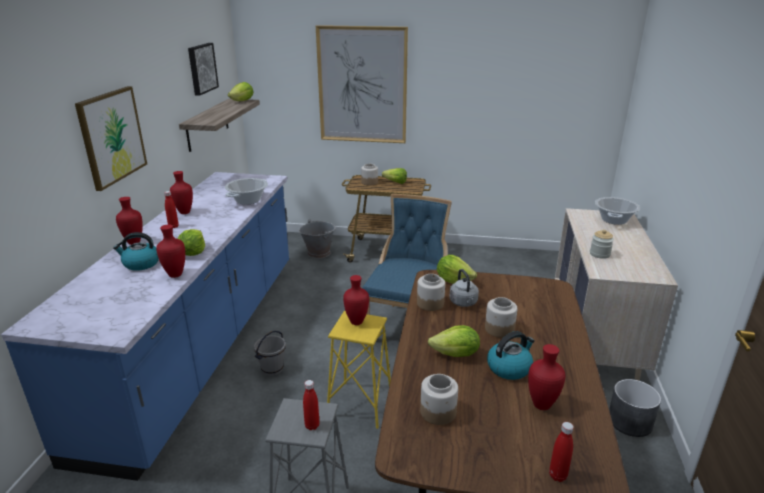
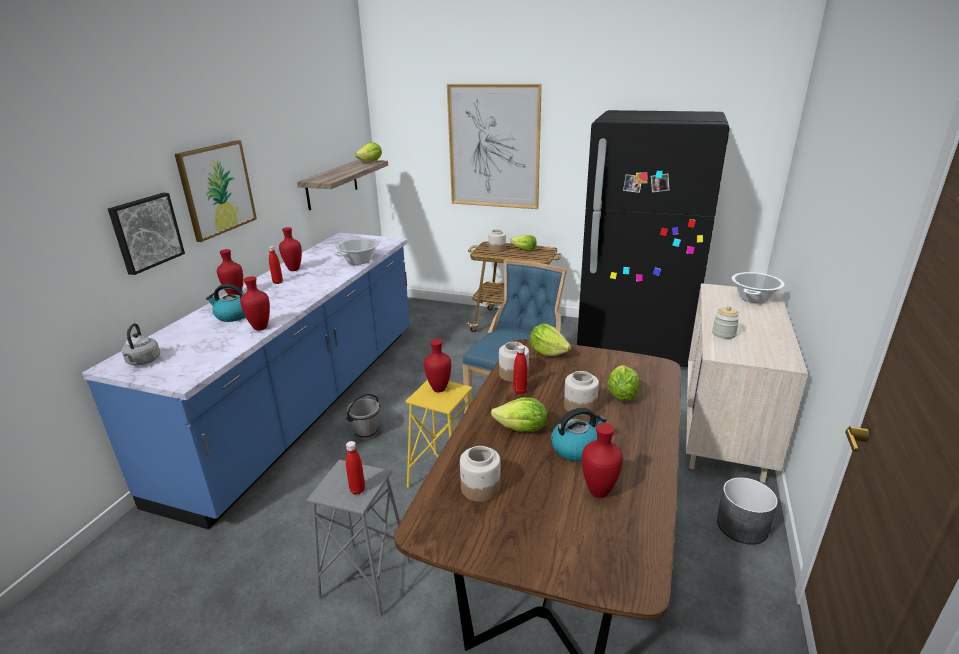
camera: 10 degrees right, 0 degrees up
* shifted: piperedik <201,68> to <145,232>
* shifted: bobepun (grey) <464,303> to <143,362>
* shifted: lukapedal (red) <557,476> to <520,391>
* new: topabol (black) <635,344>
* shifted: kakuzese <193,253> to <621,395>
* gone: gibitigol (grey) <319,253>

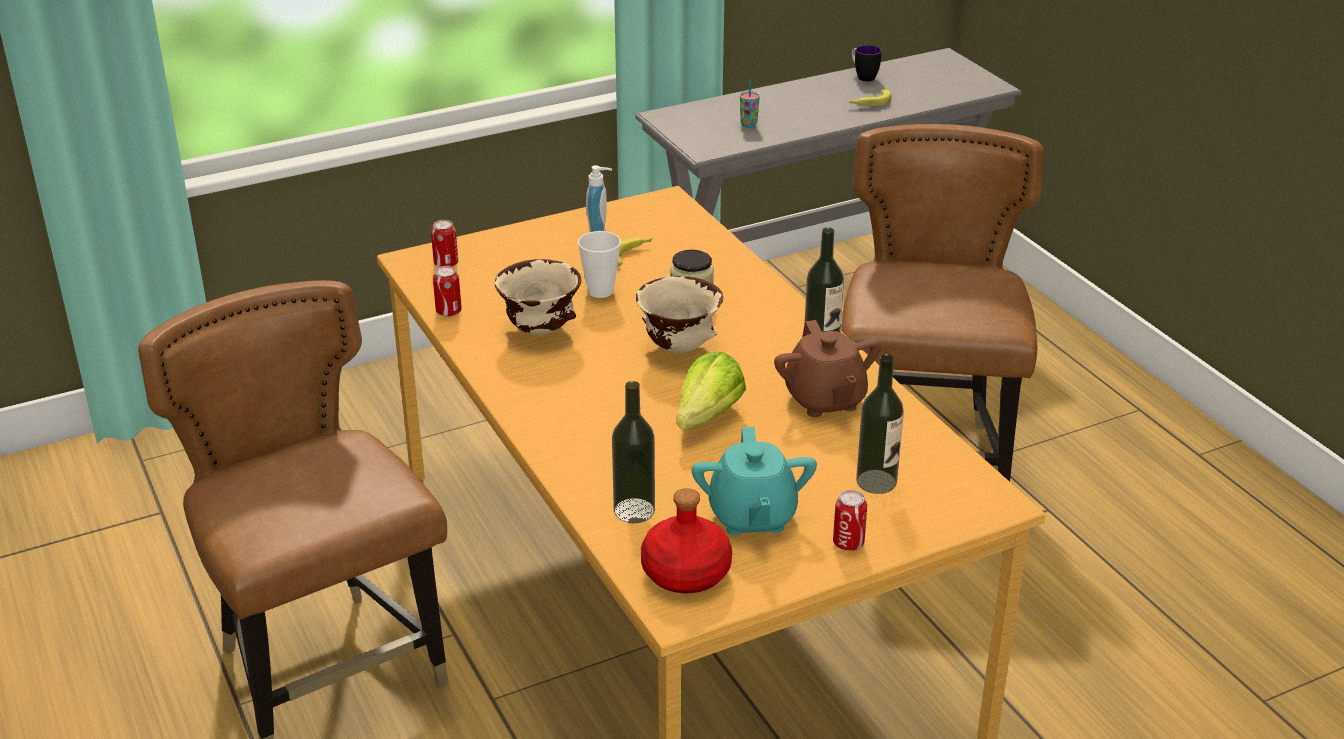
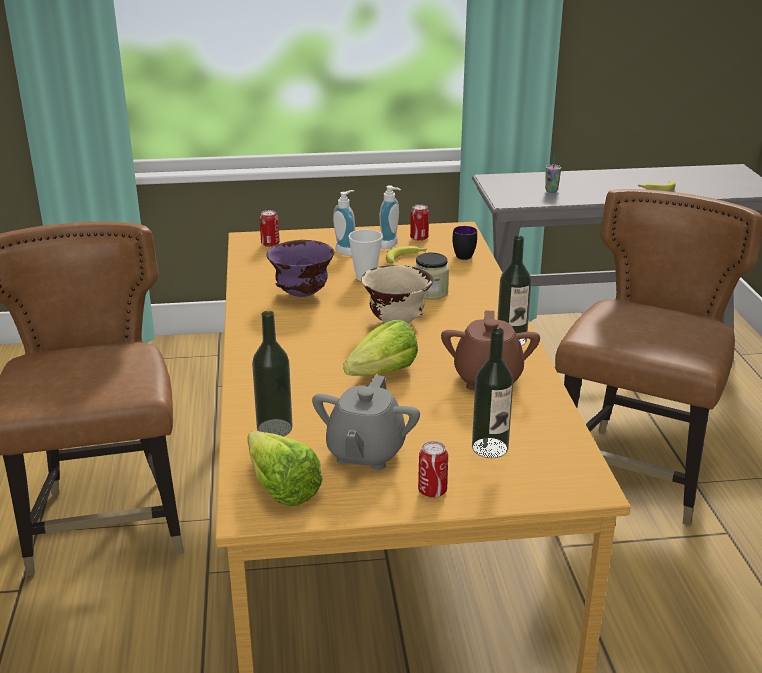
camera: 20 degrees right, 5 degrees down
* swapped: lukapedal (red) <686,573> to kakuzese <279,484>
* repainted: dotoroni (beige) <539,330> to dotoroni (purple) <301,294>
* repainted: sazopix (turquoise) <752,517> to sazopix (grey) <365,453>
* new: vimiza <347,251>
* shifted: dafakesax <448,311> to <419,238>
* shifted: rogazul <863,76> to <462,255>

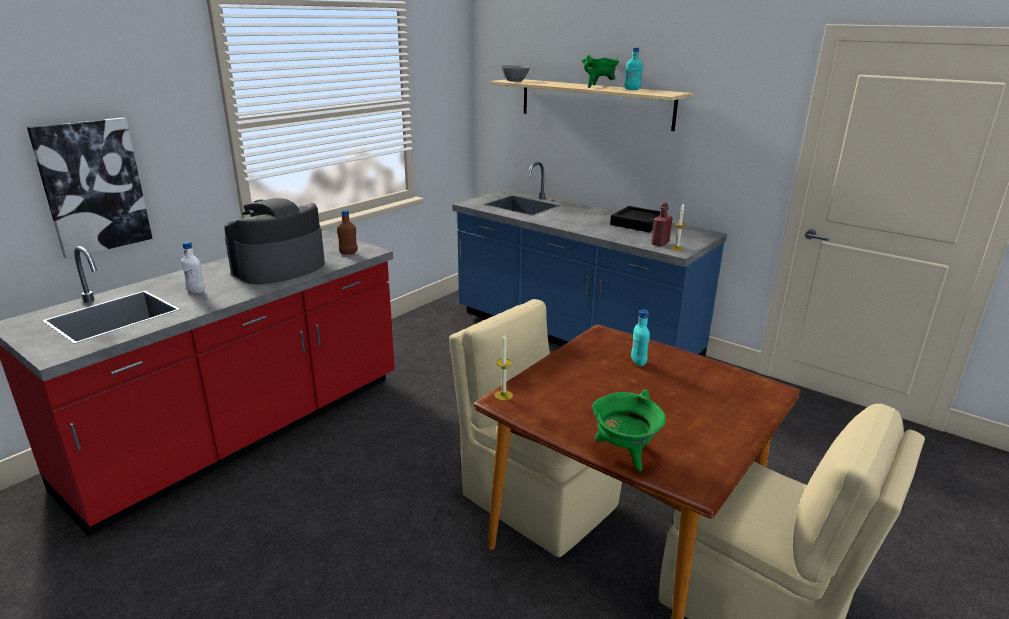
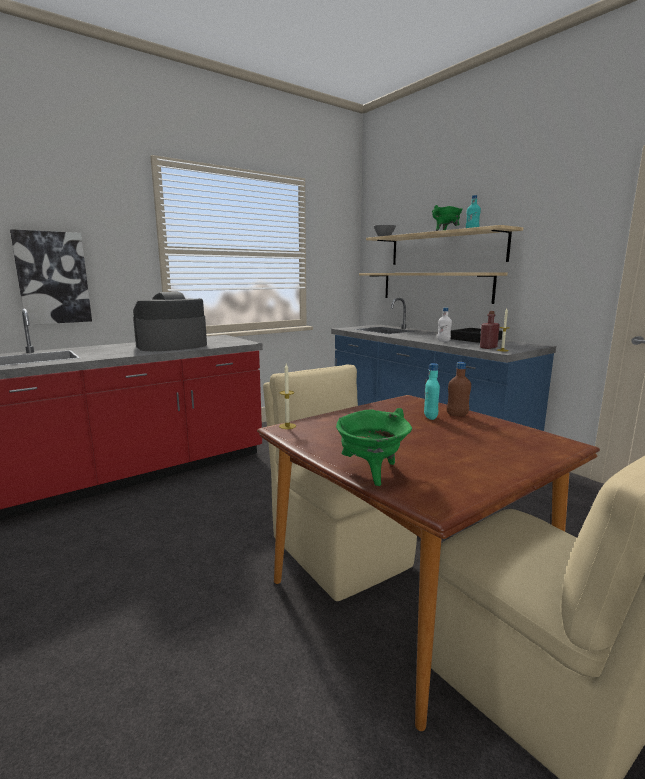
camera: 15 degrees right, 10 degrees down
* new: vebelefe <434,286>
* shifted: lukapedal (white) <196,291> to <443,341>
* shifted: lukapedal (brown) <348,253> to <457,415>

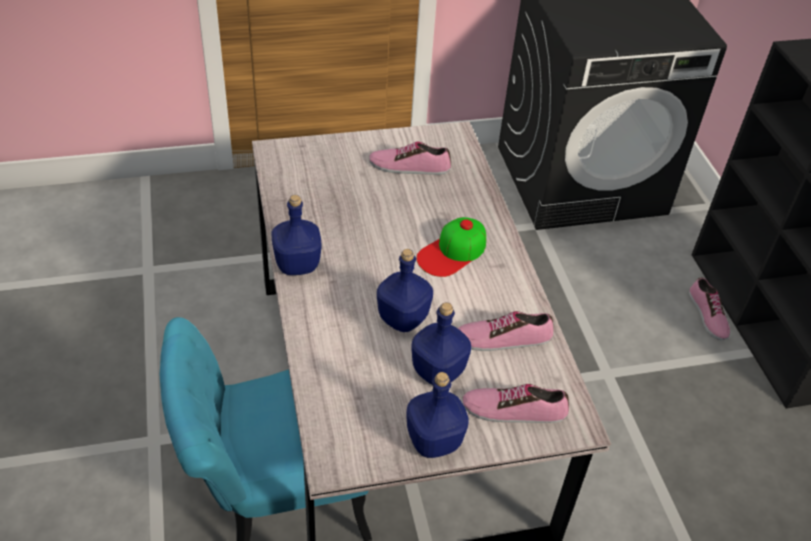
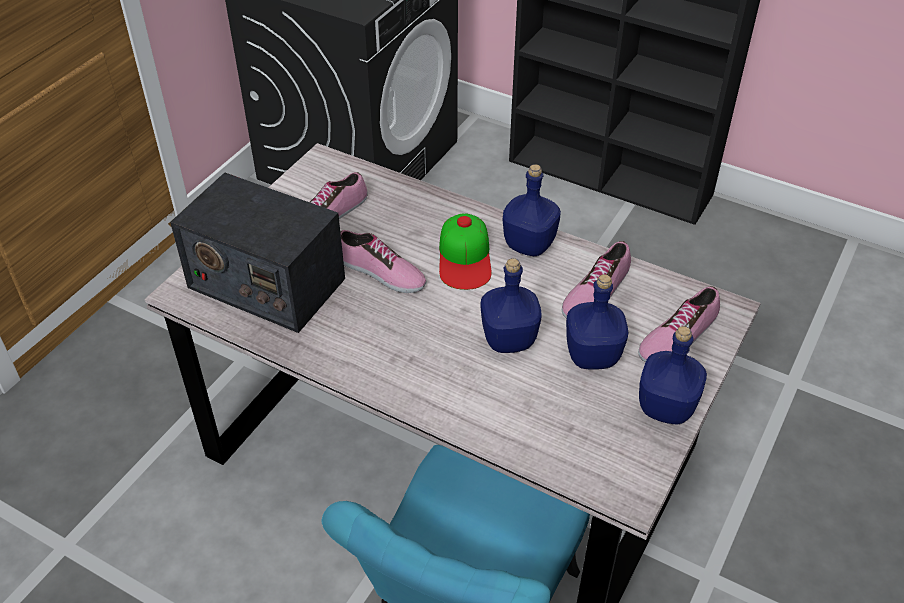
camera: 45 degrees left, 0 degrees up
* new: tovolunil <265,283>
* shifted: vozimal <707,315> to <379,272>
* shifted: lukapedal (blue) <297,265> to <530,245>

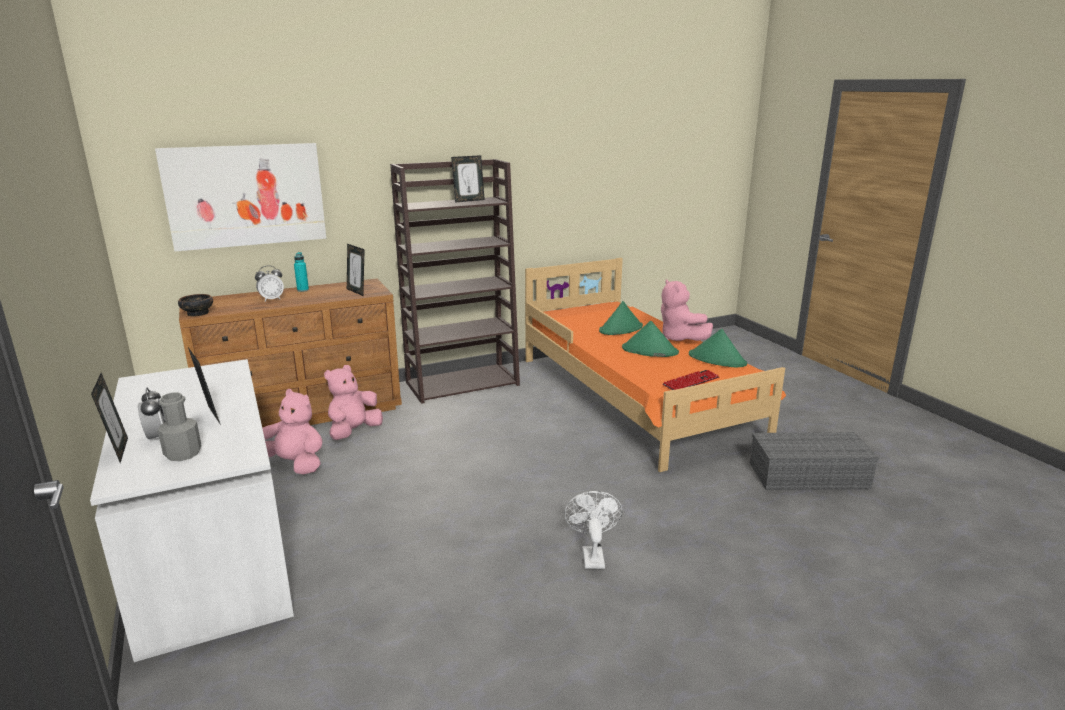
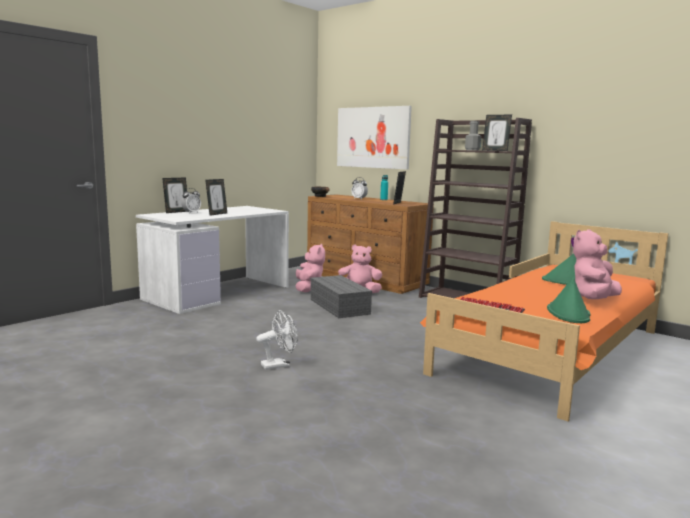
camera: 65 degrees right, 10 degrees down
* shifted: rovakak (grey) <809,475> to <340,306>
* shifted: lukapedal (grey) <183,453> to <472,150>
* gone: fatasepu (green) <649,350>

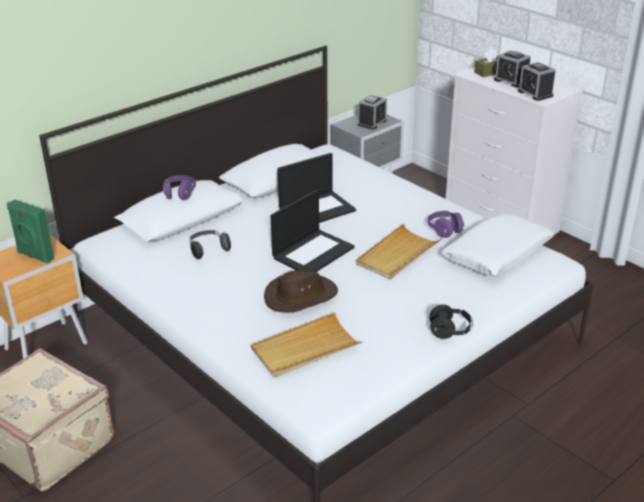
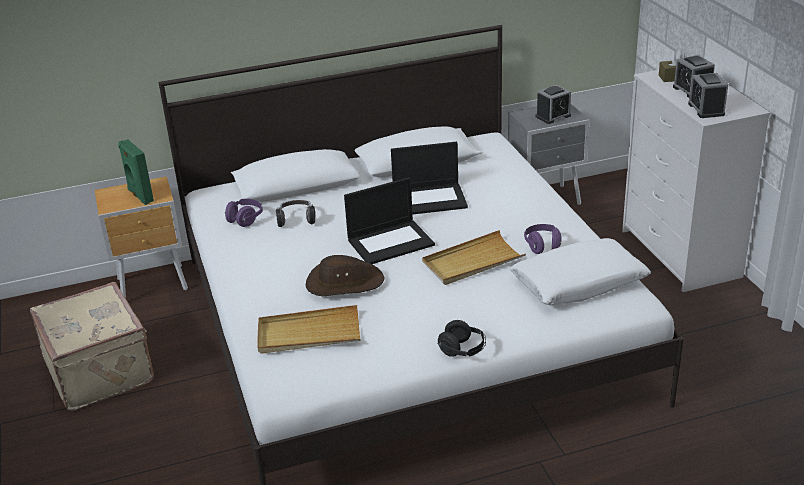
camera: 25 degrees right, 0 degrees up
* shifted: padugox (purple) <179,194> to <245,219>

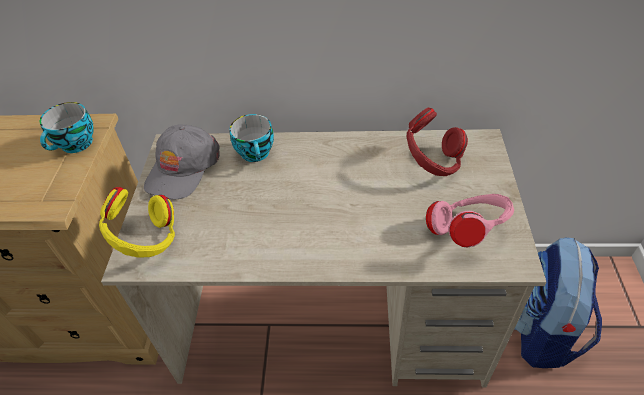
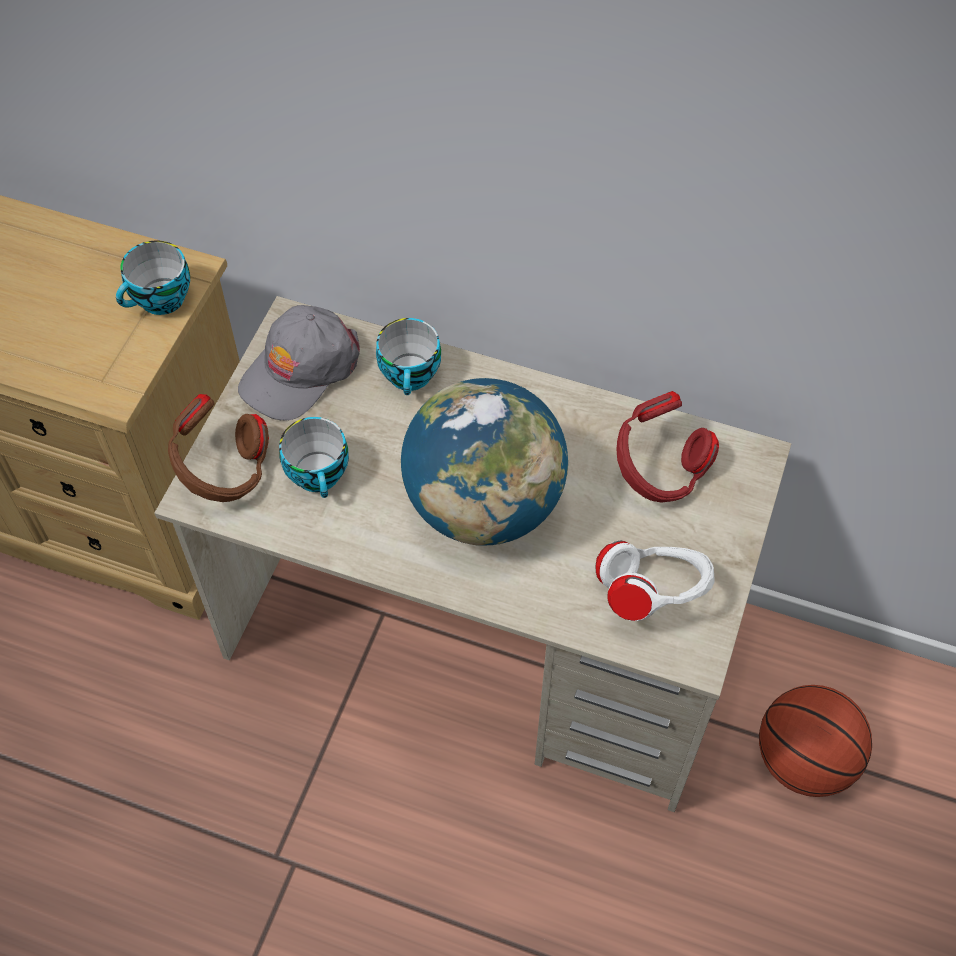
camera: 15 degrees right, 10 degrees up
* repainted: padugox (yellow) <146,240> to padugox (brown) <223,472>
* new: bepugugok <320,475>
* new: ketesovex <484,504>
* repainted: padugox (pink) <467,232> to padugox (white) <652,594>
* swapped: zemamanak <541,331> to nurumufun <804,759>

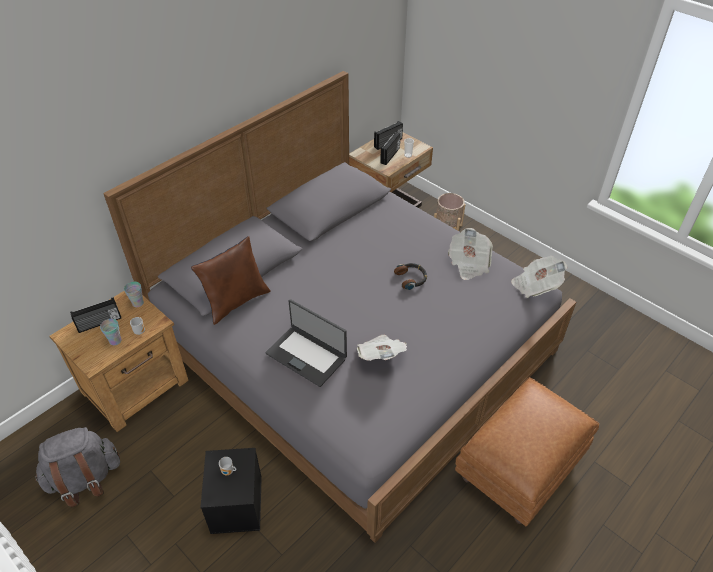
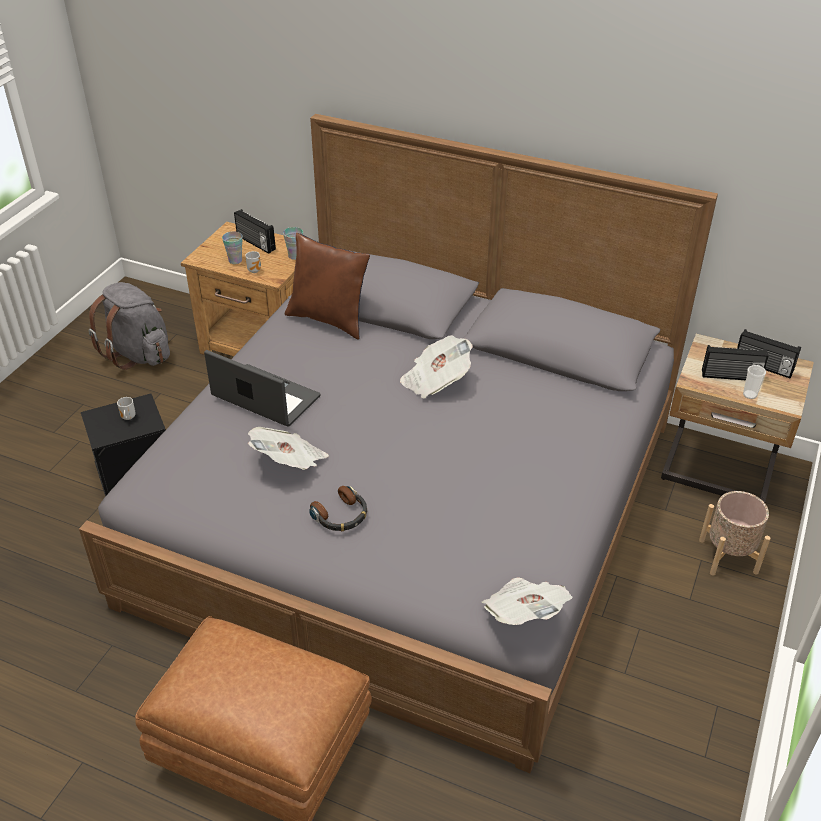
camera: 70 degrees right, 5 degrees down
* rotated: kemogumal <307,355> = <265,397> 105 degrees clockwise
* shifted: padugox <411,278> to <341,516>
* shifted: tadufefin <468,263> to <435,381>

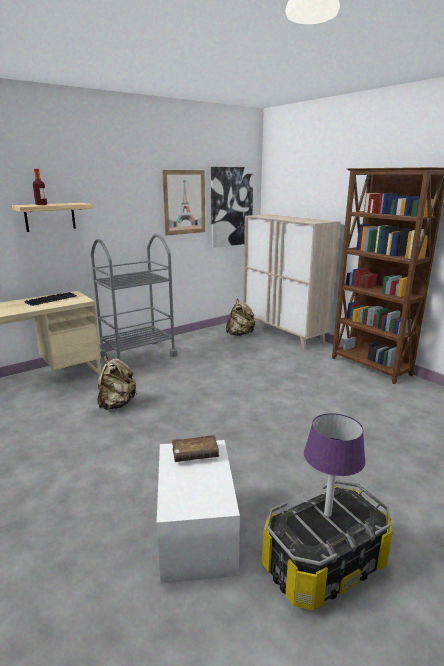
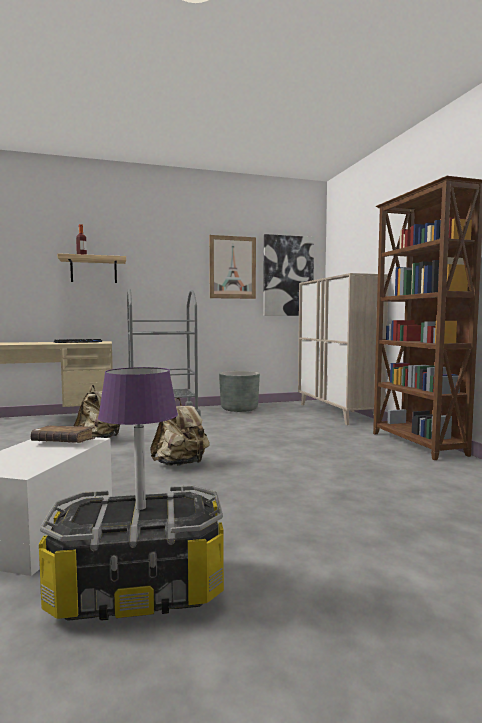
camera: 20 degrees right, 15 degrees down
* shifted: zemamanak (beige) <240,334> to <181,464>
* new: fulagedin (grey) <239,409>

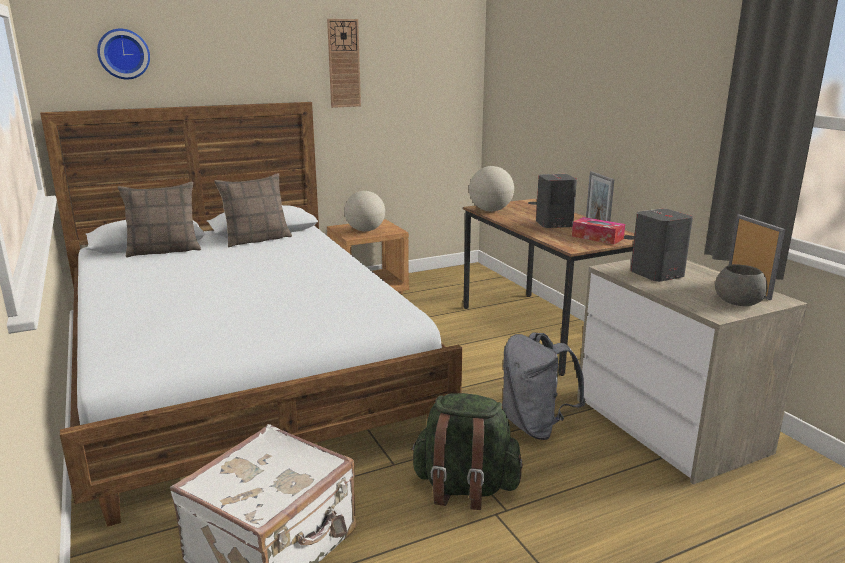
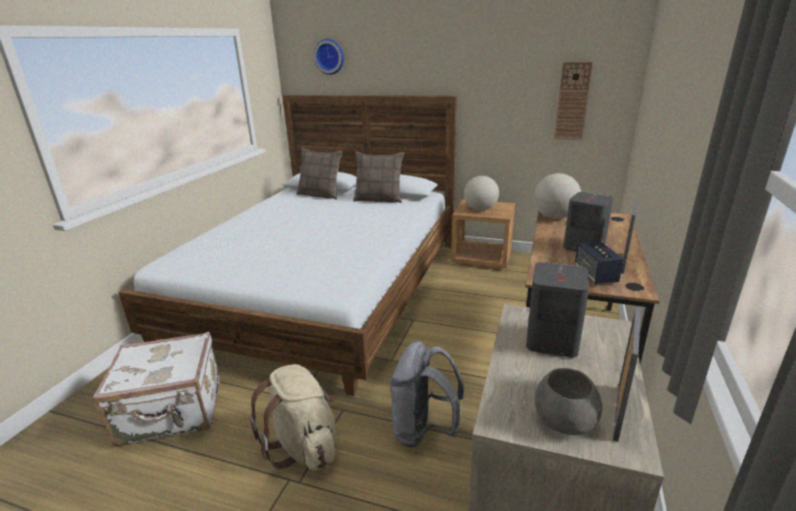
camera: 45 degrees right, 5 degrees up
* repainted: zemamanak (green) <464,488> to zemamanak (beige) <304,445>
* shifted: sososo <344,63> to <572,101>
* swapped: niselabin <597,237> to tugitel <595,275>

